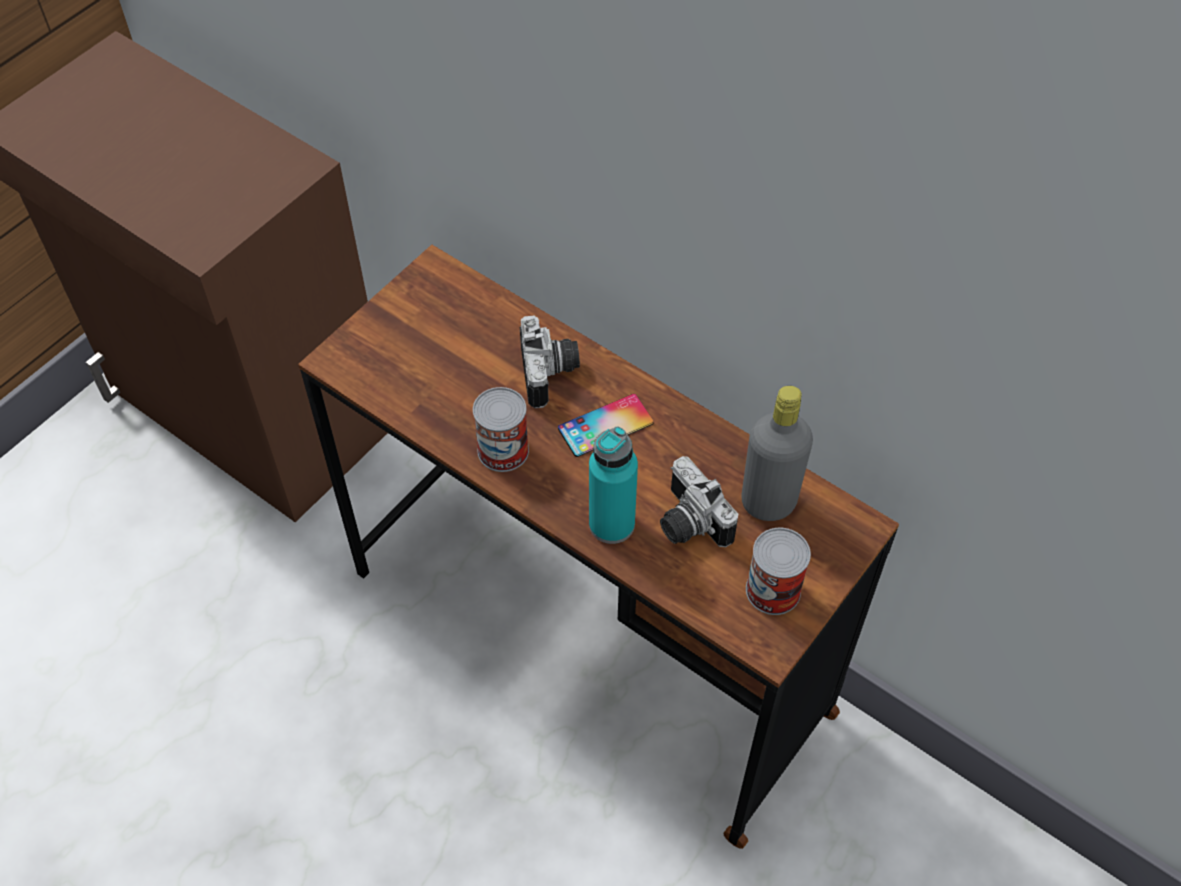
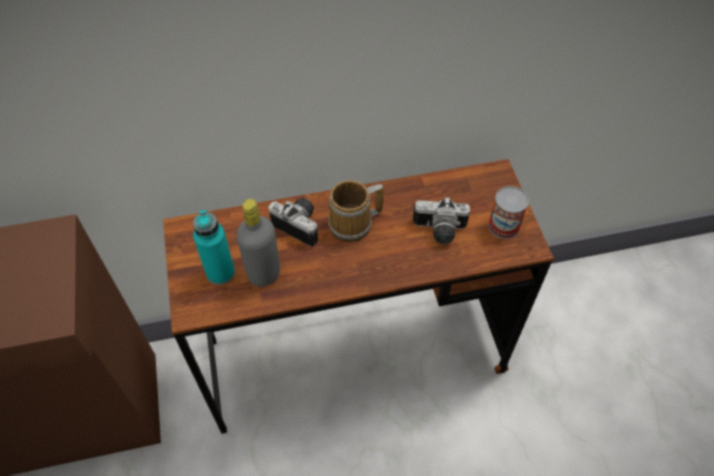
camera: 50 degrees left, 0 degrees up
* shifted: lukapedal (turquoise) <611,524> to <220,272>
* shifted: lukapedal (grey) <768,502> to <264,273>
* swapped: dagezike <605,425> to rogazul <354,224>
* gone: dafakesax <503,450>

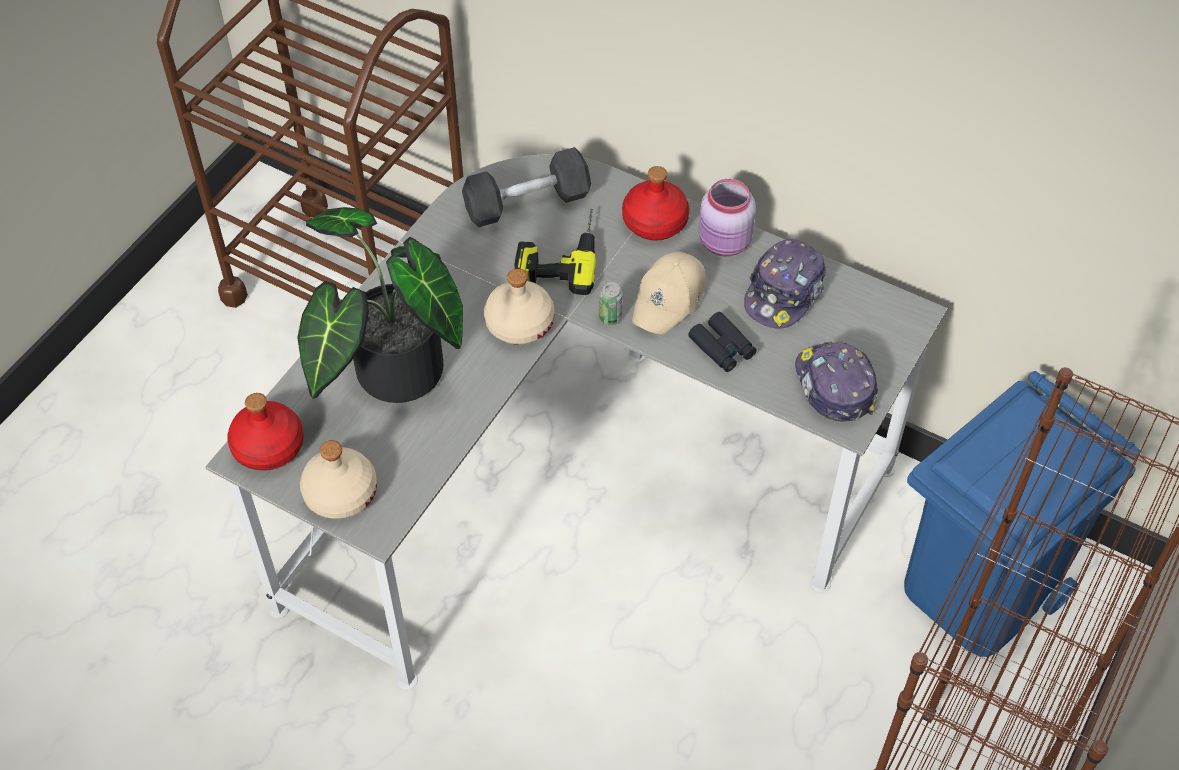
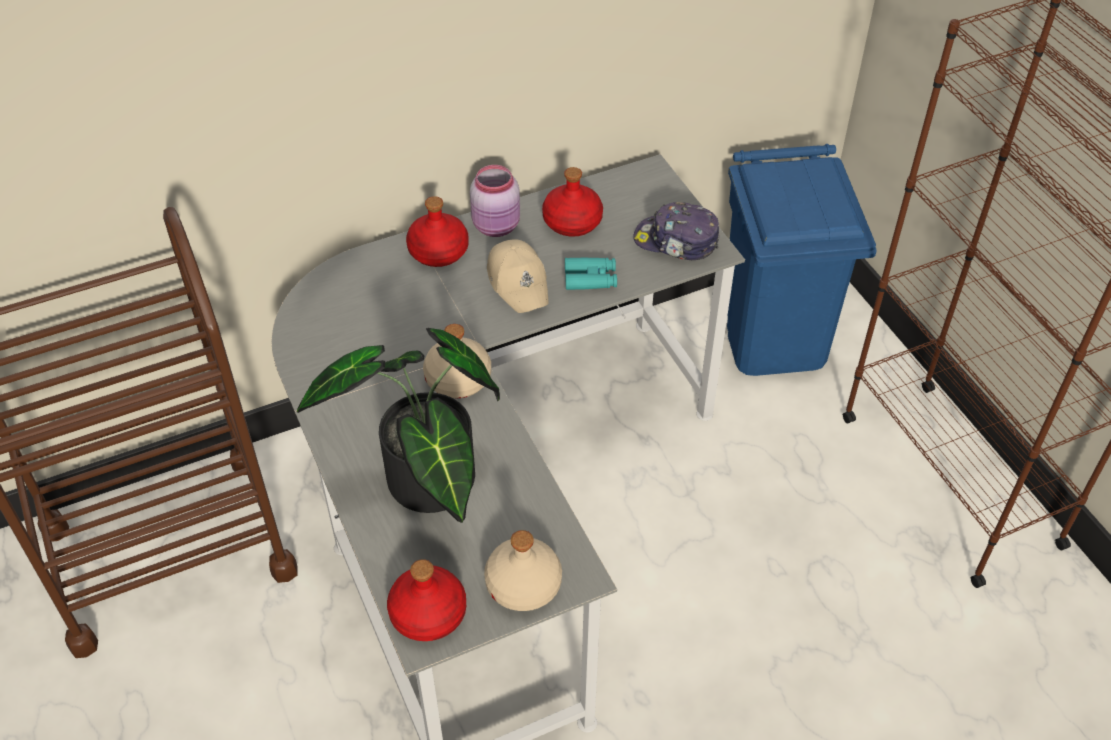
camera: 55 degrees left, 5 degrees down
* swapped: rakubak <784,293> to lukapedal (red) <572,221>
* repainted: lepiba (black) <722,348> to lepiba (turquoise) <590,278>
* gone: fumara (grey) <527,203>
* gone: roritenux <558,254>
* gone: dafakesax <610,317>

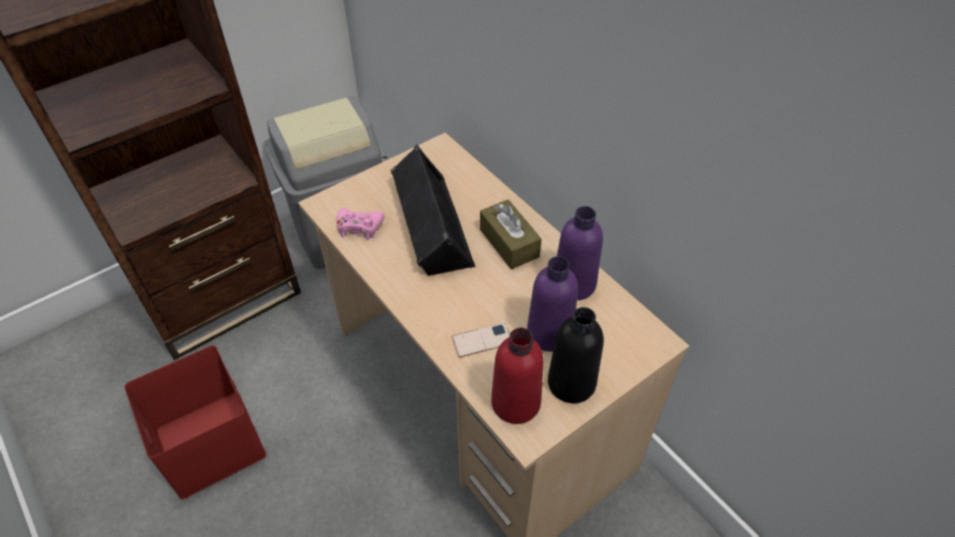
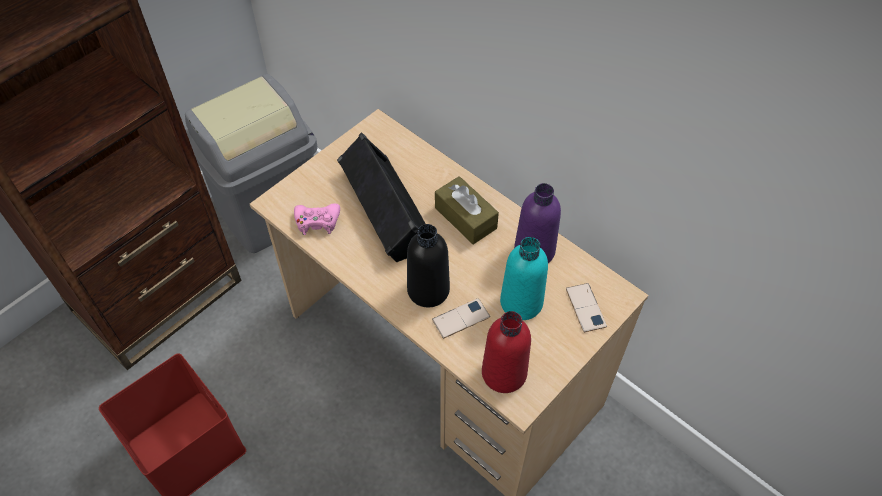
camera: 10 degrees left, 5 degrees up
* shifted: lukapedal (black) <571,383> to <428,290>
* repainted: lukapedal (purple) <549,333> to lukapedal (turquoise) <521,302>
* new: dagezike <585,307>

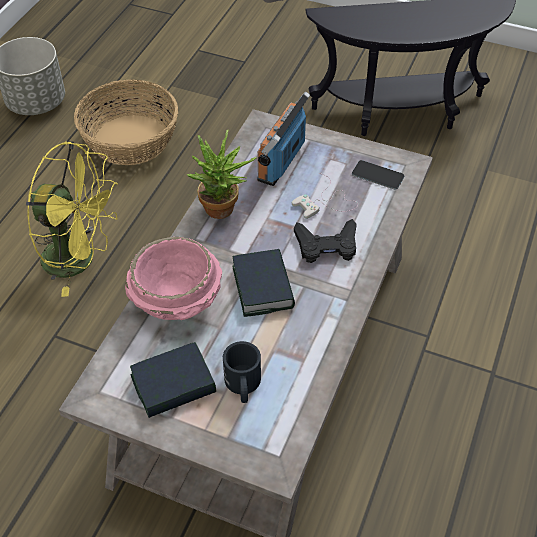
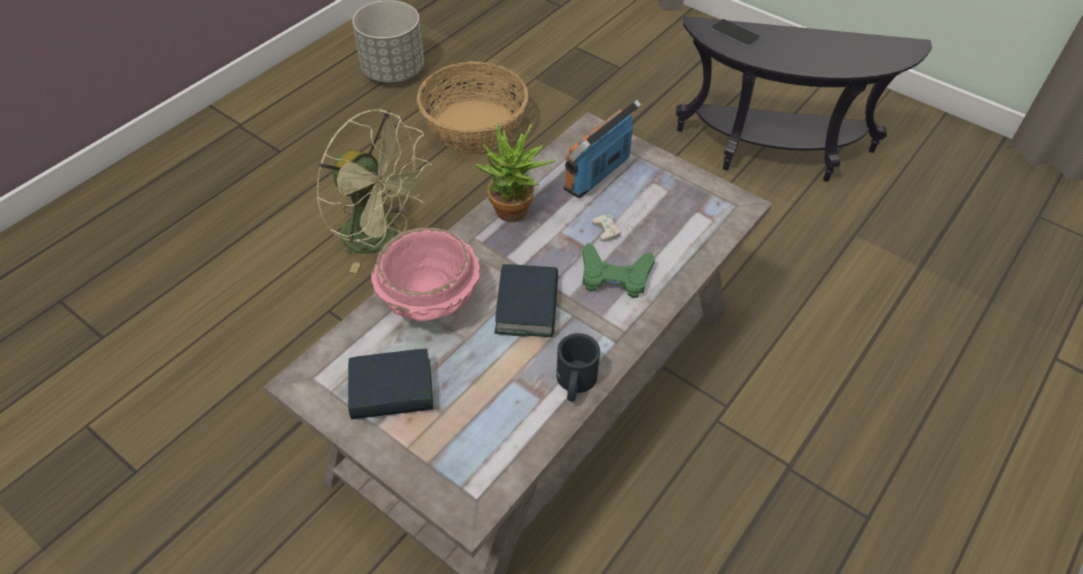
camera: 15 degrees right, 0 degrees up
* repainted: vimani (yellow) <80,259> to vimani (green) <381,238>
* shifted: rogazul (black) <243,386> to <575,383>
* repainted: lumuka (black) <326,245> to lumuka (green) <615,276>
* shifted: dagezike <377,175> to <735,33>

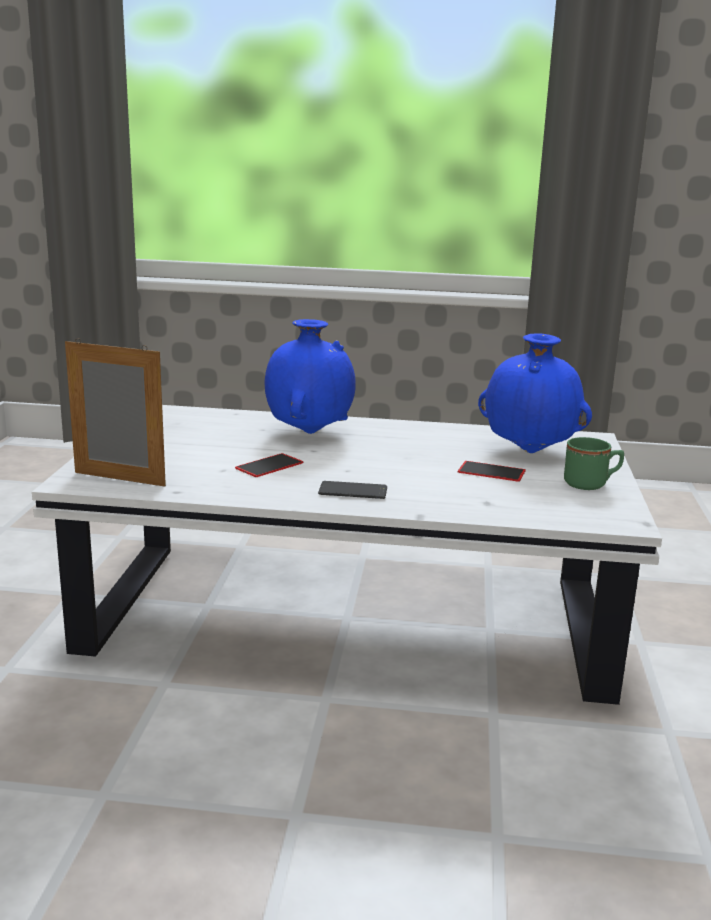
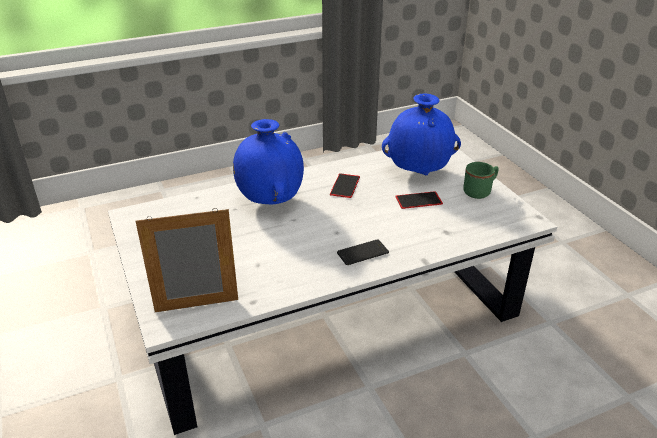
camera: 30 degrees left, 15 degrees up
* shifted: dagezike <269,465> to <345,186>

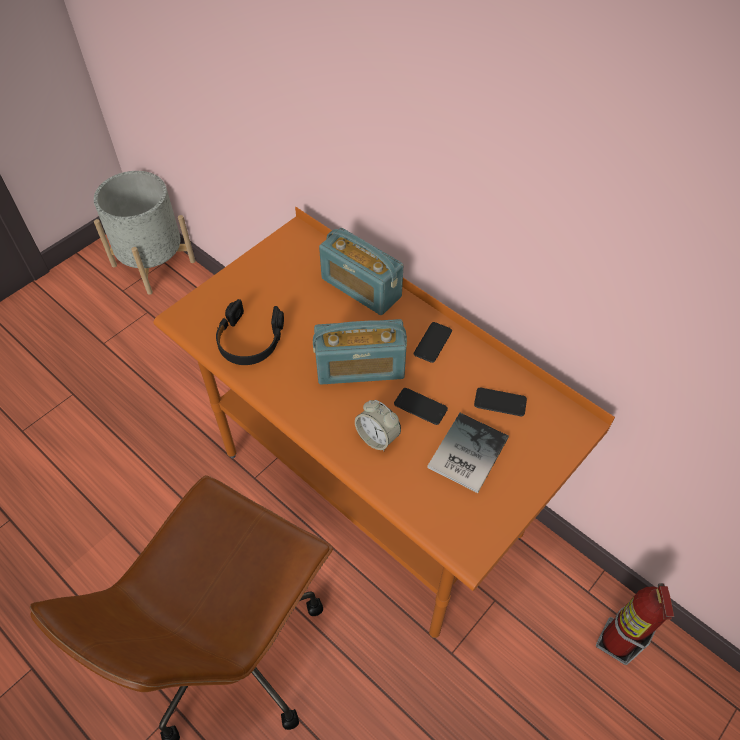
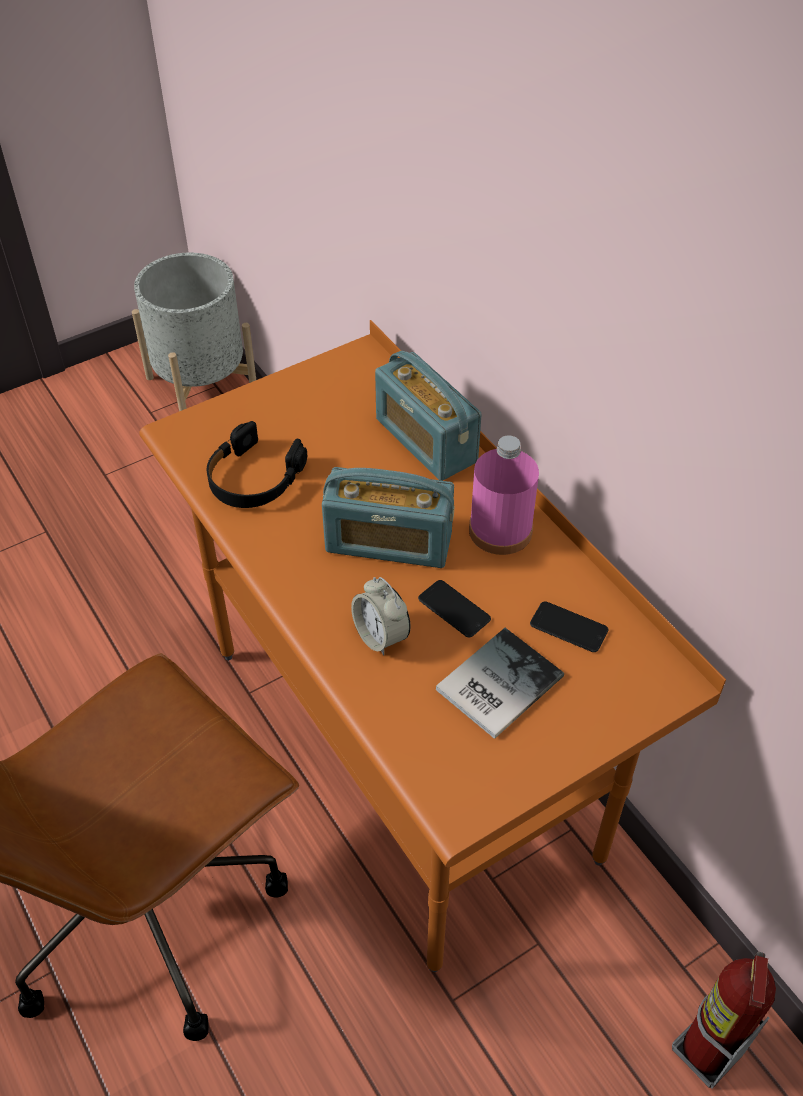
camera: 15 degrees right, 5 degrees down
* swapped: dagezike <432,342> to lukapedal (pink) <500,530>

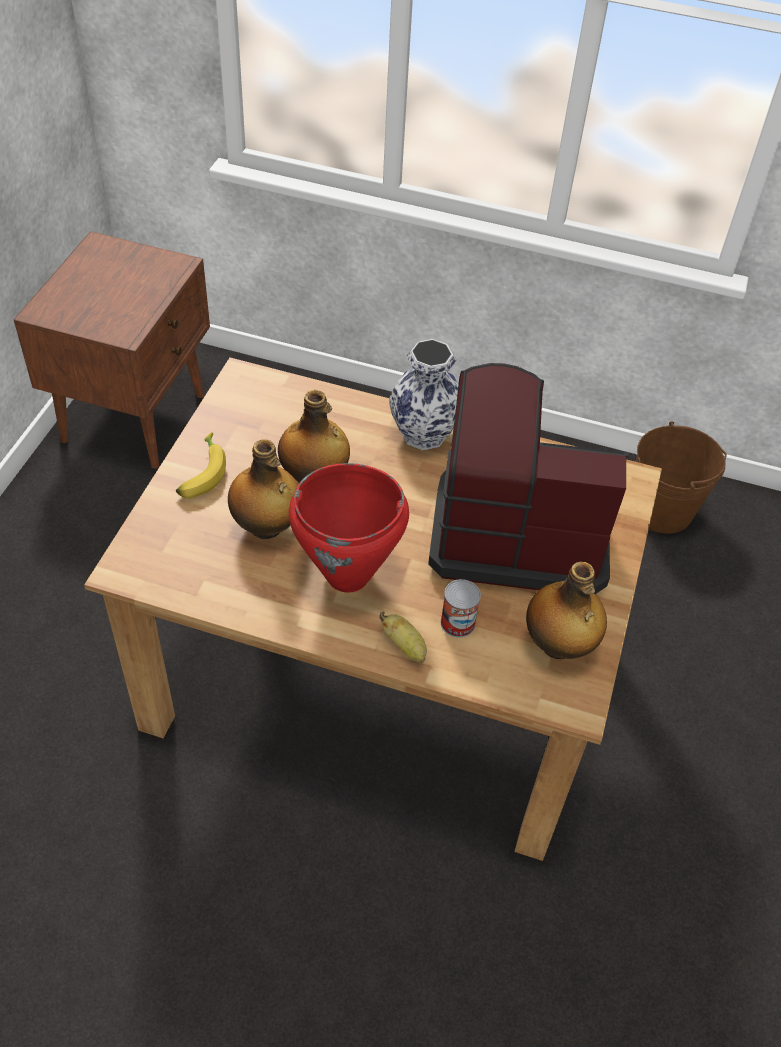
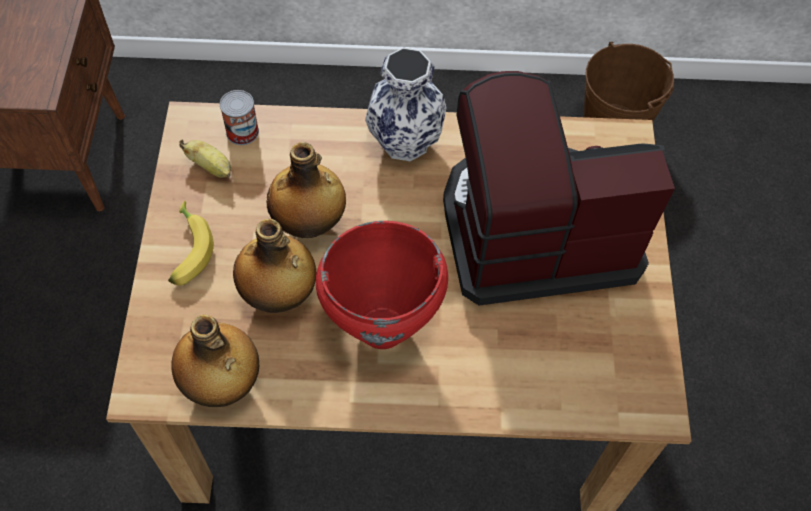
camera: 15 degrees left, 10 degrees up
* shifted: lukapedal <558,645> to <222,384>
* shifted: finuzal <405,646> to <211,167>
* shifted: dafakesax <457,622> to <242,132>

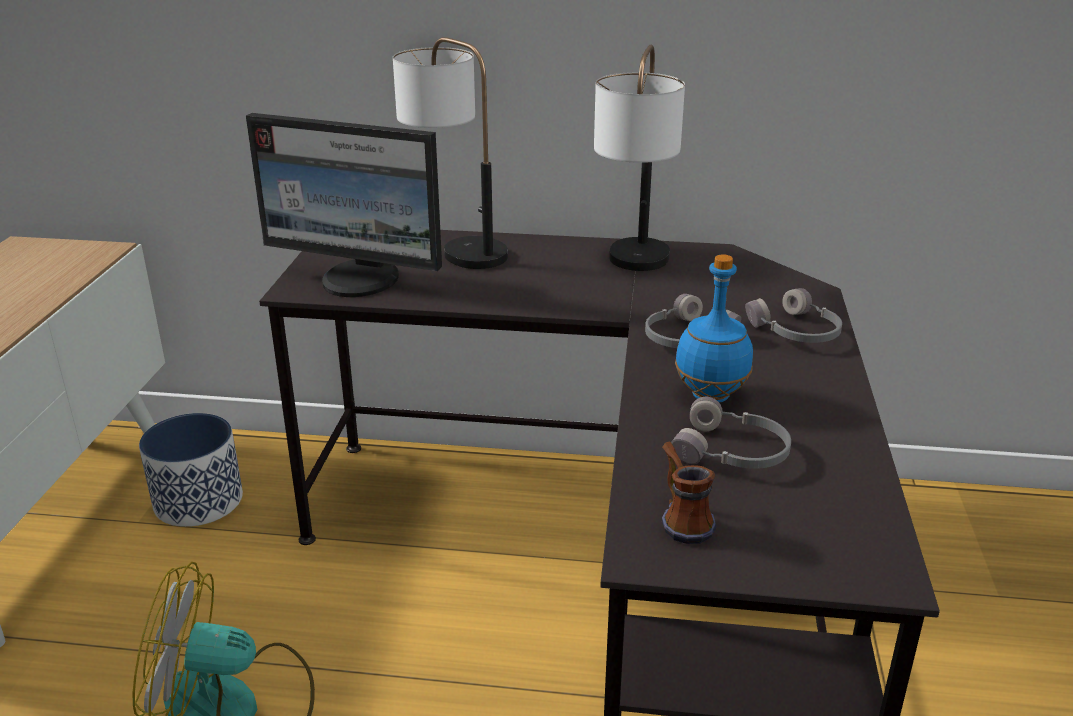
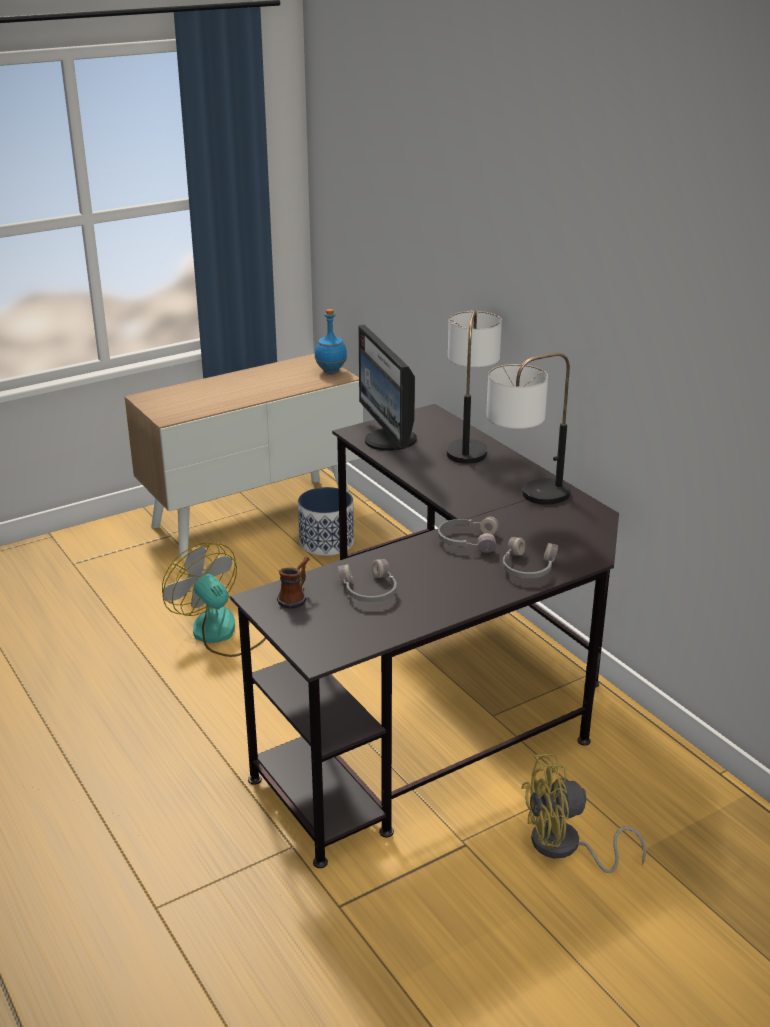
camera: 50 degrees right, 0 degrees up
* shifted: lukapedal (blue) <710,396> to <330,371>
* new: vimani (yellow) <565,848>

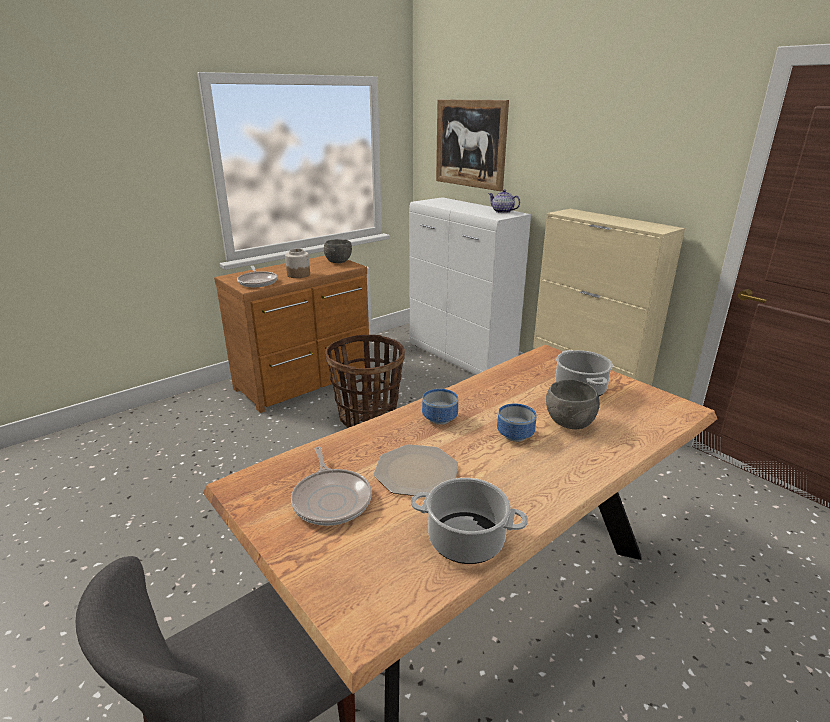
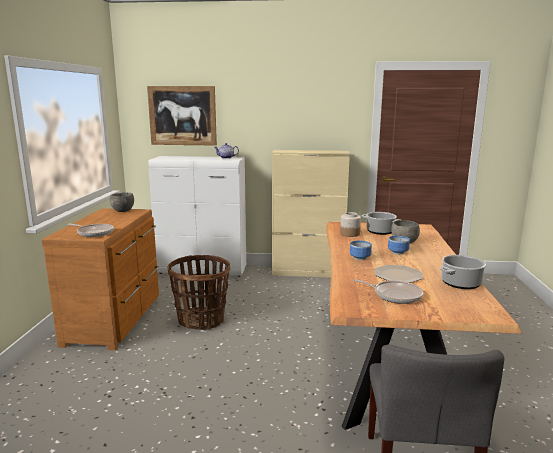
camera: 45 degrees left, 10 degrees down
* shifted: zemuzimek <298,275> to <349,234>

